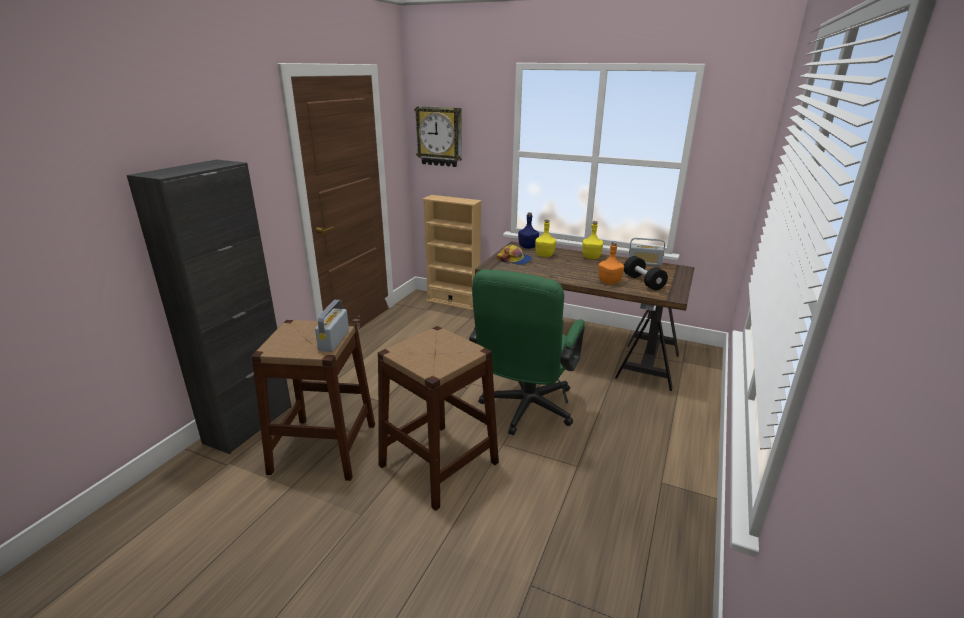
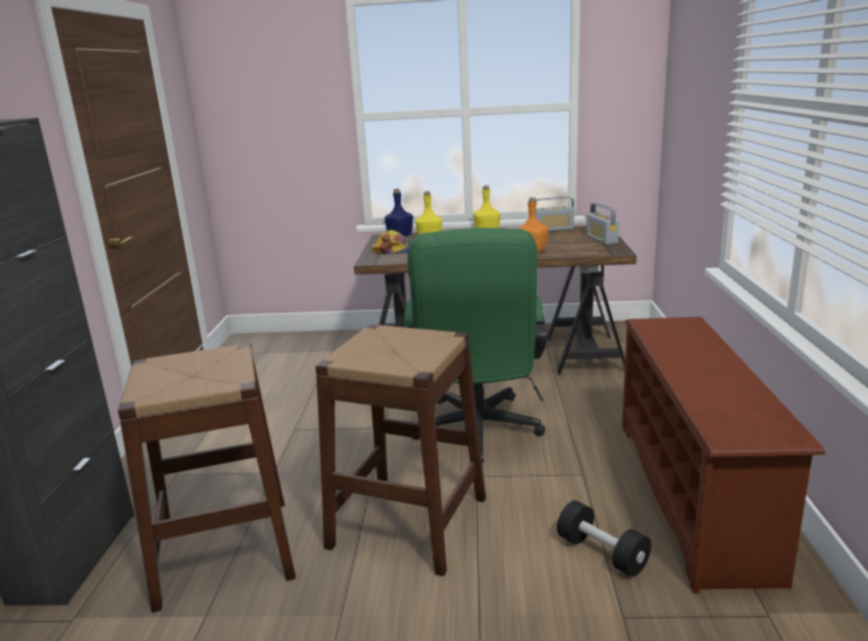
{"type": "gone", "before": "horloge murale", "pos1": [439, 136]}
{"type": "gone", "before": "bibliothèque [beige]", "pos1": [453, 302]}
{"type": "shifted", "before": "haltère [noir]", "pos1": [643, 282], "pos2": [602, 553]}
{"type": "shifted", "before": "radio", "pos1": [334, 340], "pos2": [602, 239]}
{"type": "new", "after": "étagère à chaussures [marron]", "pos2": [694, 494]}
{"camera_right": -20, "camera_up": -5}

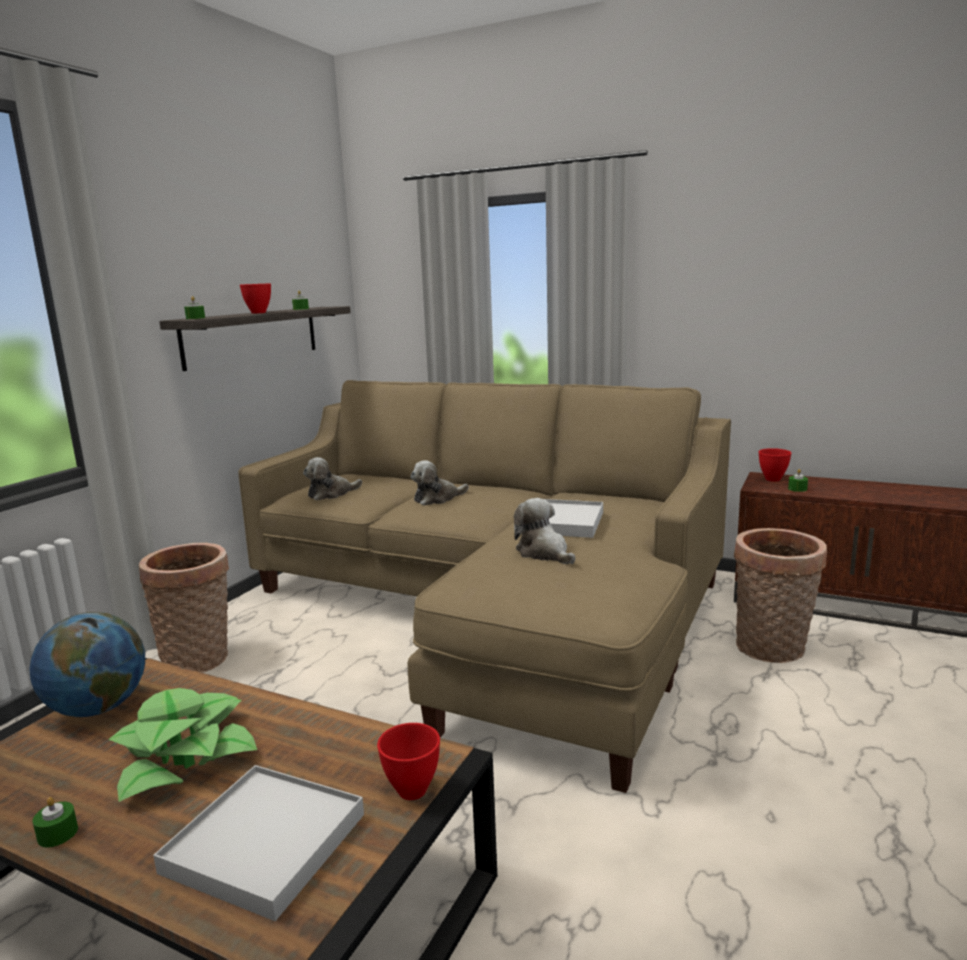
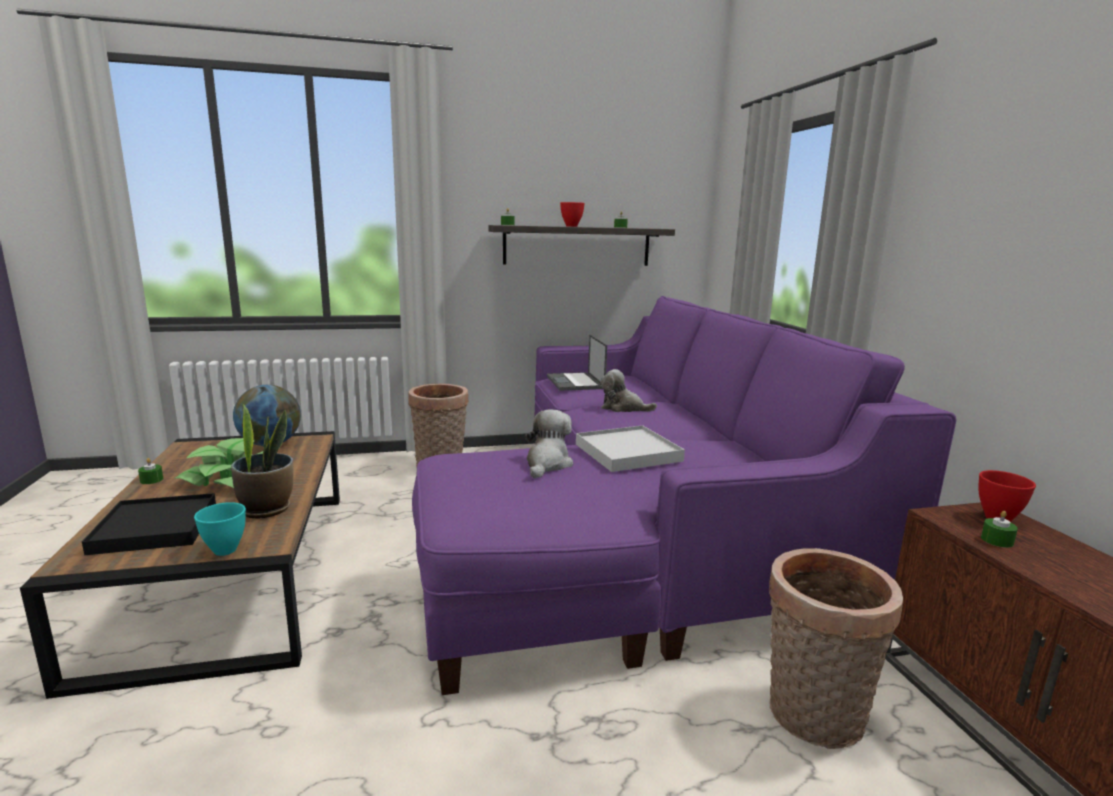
{"type": "repainted", "before": "canapé [beige]", "after": "canapé [violet]", "pos1": [494, 609], "pos2": [642, 529]}
{"type": "swapped", "before": "peluche", "after": "ordinateur portable", "pos1": [331, 494], "pos2": [575, 382]}
{"type": "repainted", "before": "bol [rouge]", "after": "bol [turquoise]", "pos1": [410, 790], "pos2": [225, 550]}
{"type": "repainted", "before": "plateau [blanc]", "after": "plateau [noir]", "pos1": [265, 843], "pos2": [155, 528]}
{"type": "new", "after": "plante en pot", "pos2": [266, 509]}
{"camera_right": 50, "camera_up": 0}

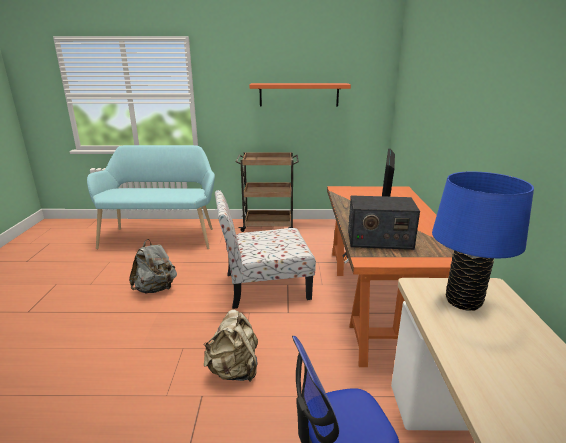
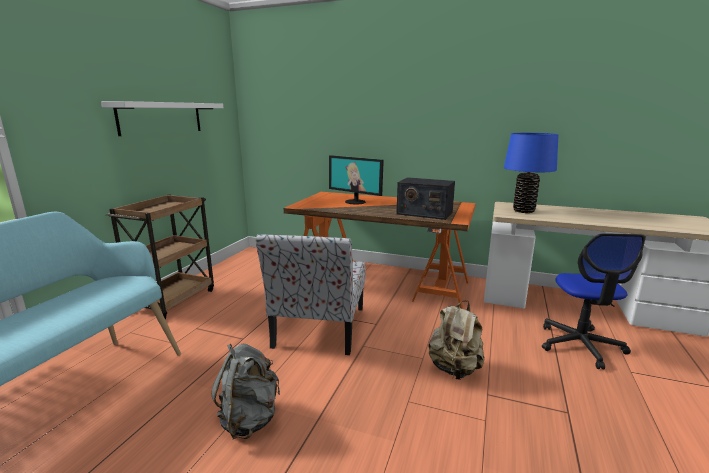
{"type": "repainted", "before": "étagère [orange]", "after": "étagère [blanc]", "pos1": [299, 95], "pos2": [161, 118]}
{"type": "rotated", "before": "radio", "pos1": [379, 239], "pos2": [424, 213], "turn": 90}
{"camera_right": -70, "camera_up": -5}

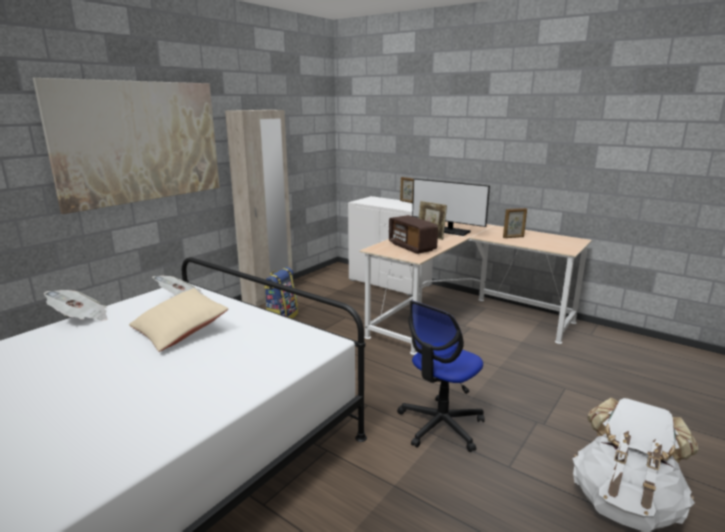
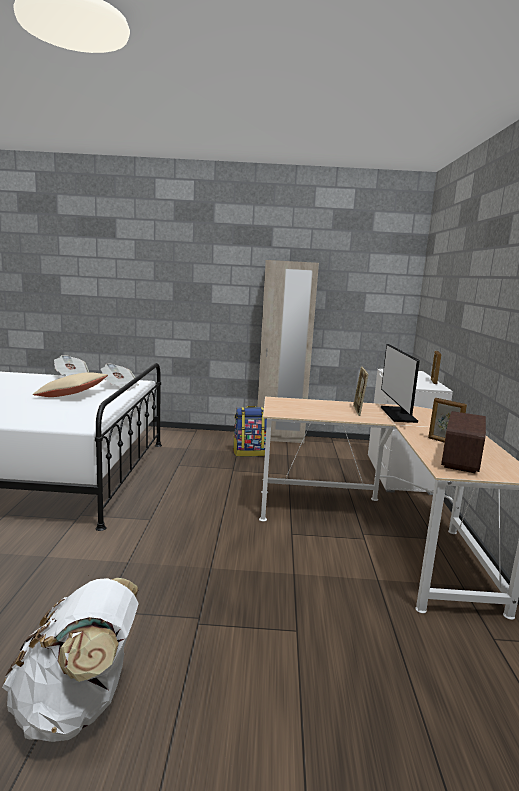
{"type": "gone", "before": "tableau", "pos1": [141, 142]}
{"type": "shifted", "before": "radio", "pos1": [412, 247], "pos2": [461, 460]}
{"type": "gone", "before": "chaise de bureau", "pos1": [440, 425]}
{"camera_right": 55, "camera_up": -5}

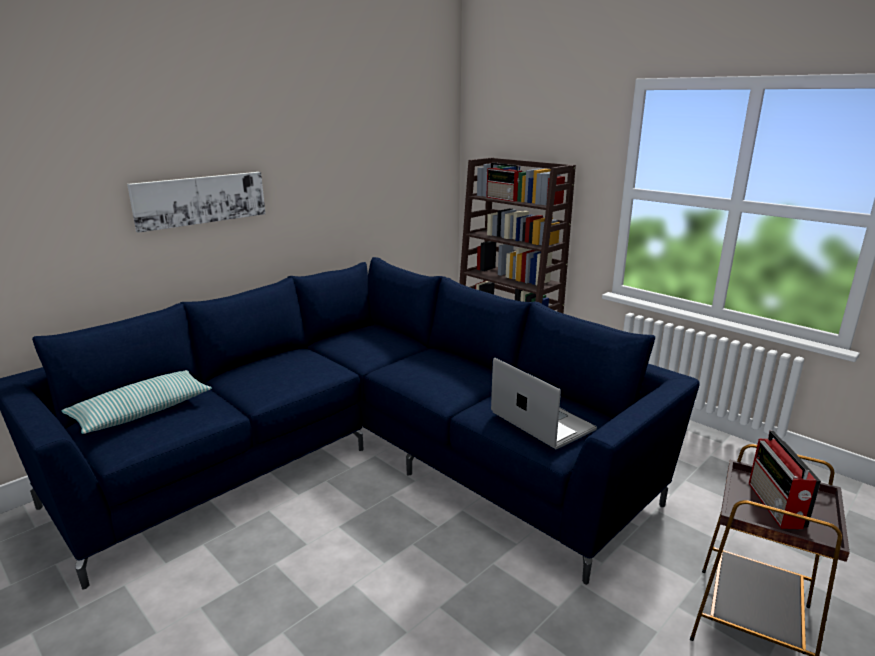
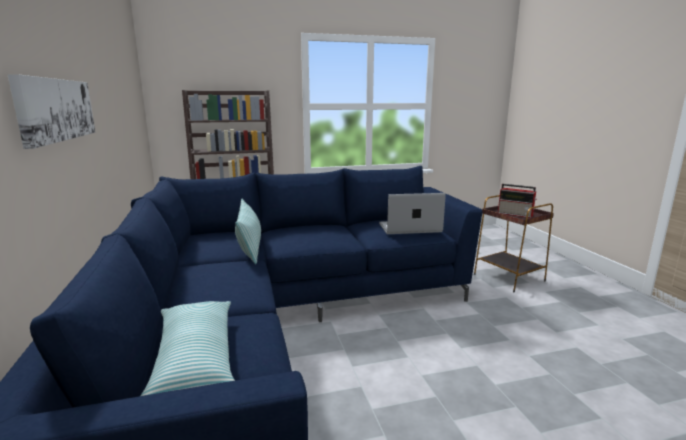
{"type": "gone", "before": "radio", "pos1": [504, 198]}
{"type": "new", "after": "coussin", "pos2": [250, 248]}
{"camera_right": -60, "camera_up": -5}

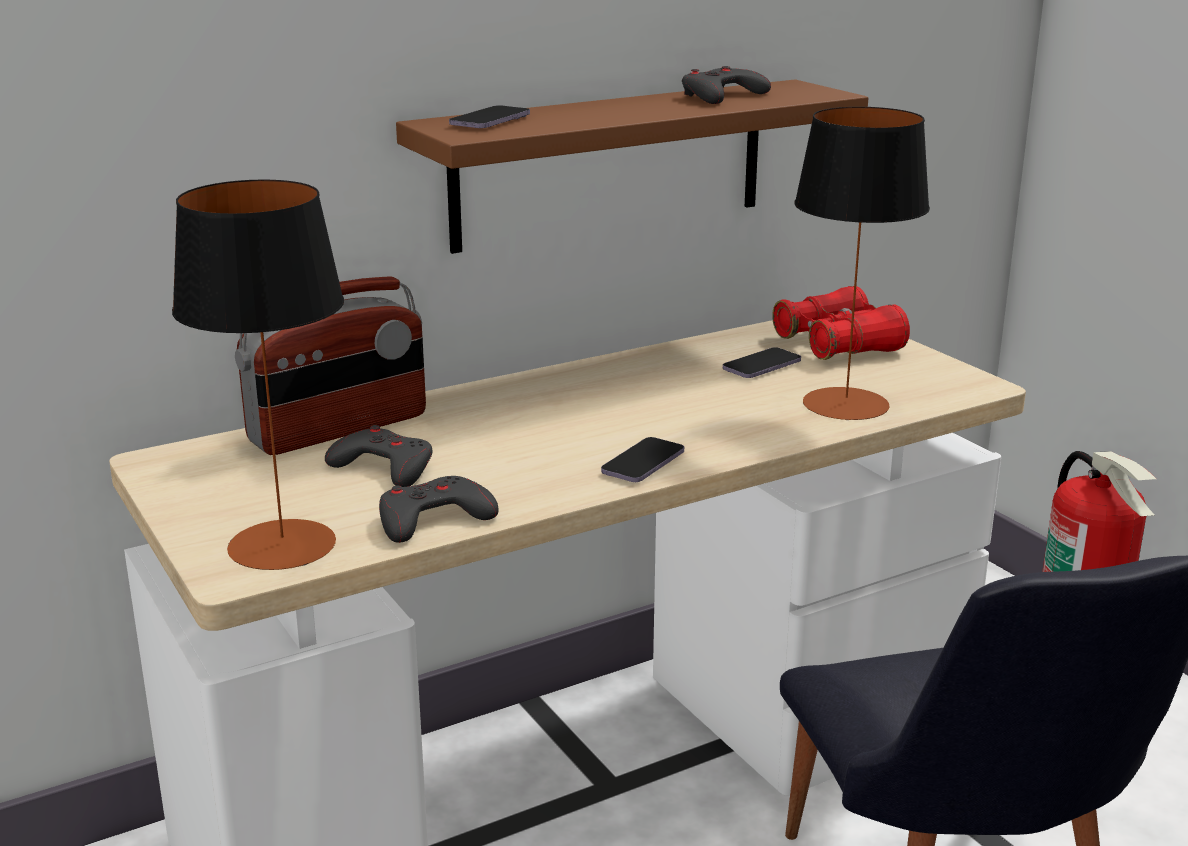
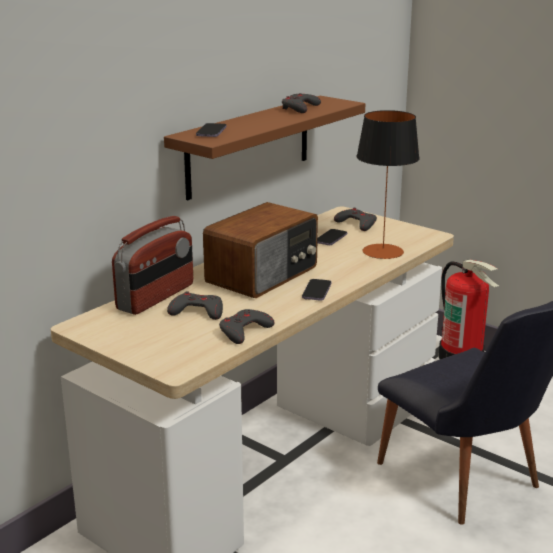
{"type": "gone", "before": "lampe de table", "pos1": [283, 545]}
{"type": "swapped", "before": "jumelles [rouge]", "after": "manette [gris]", "pos1": [838, 344], "pos2": [356, 224]}
{"type": "new", "after": "radio", "pos2": [264, 275]}
{"camera_right": -20, "camera_up": 0}

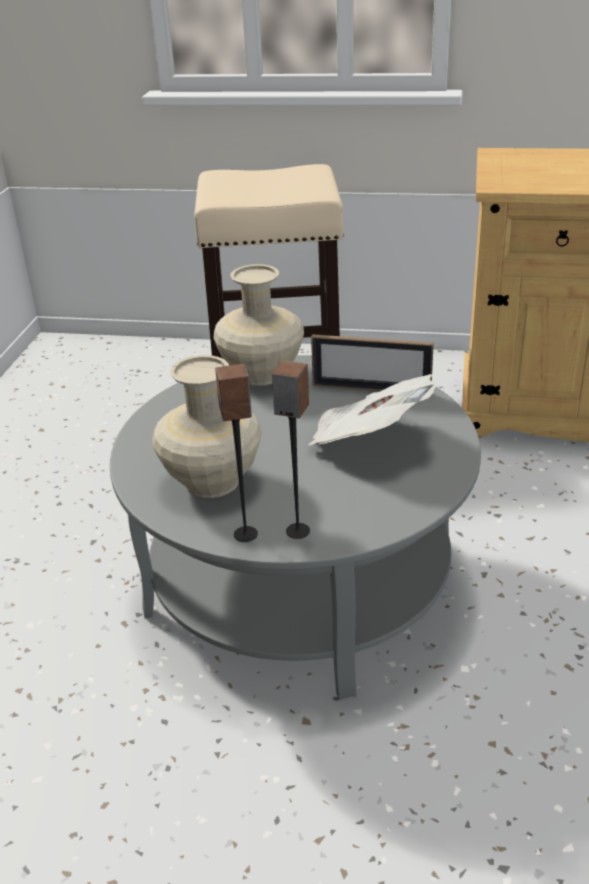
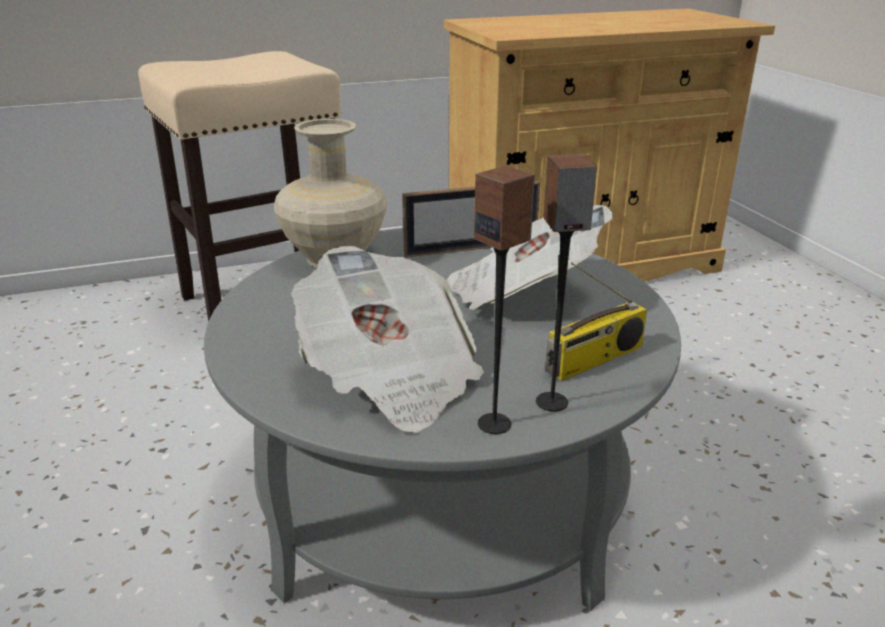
{"type": "swapped", "before": "vase [beige]", "after": "journal", "pos1": [212, 482], "pos2": [390, 377]}
{"type": "new", "after": "radio", "pos2": [594, 360]}
{"camera_right": -30, "camera_up": -5}

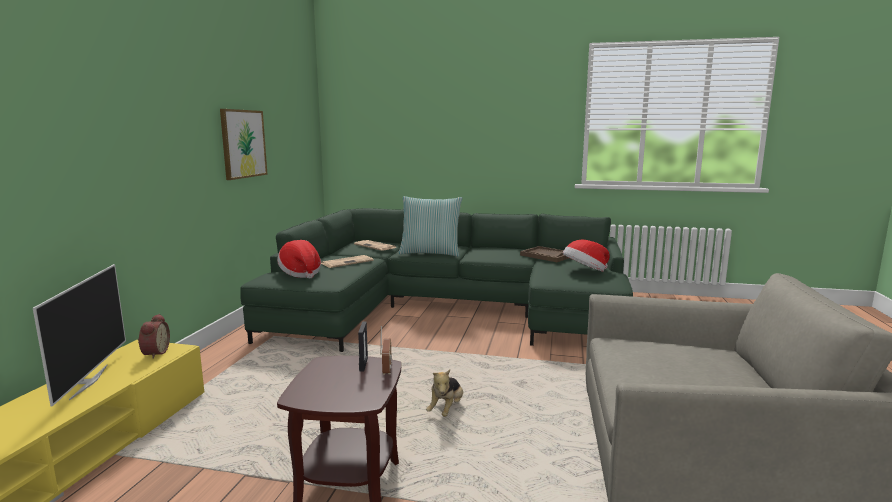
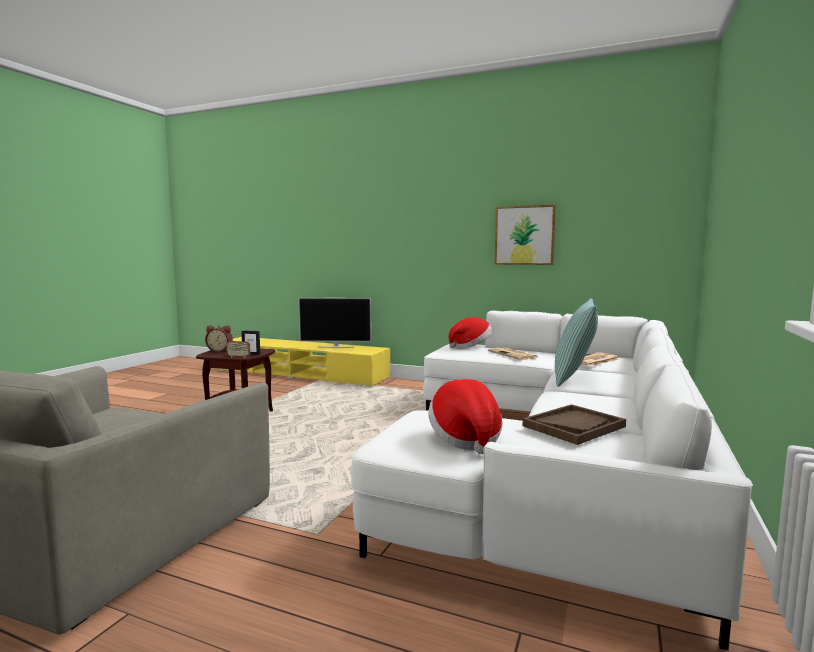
{"type": "repainted", "before": "canapé [vert]", "after": "canapé [blanc]", "pos1": [445, 309], "pos2": [557, 457]}
{"type": "shifted", "before": "réveil", "pos1": [154, 353], "pos2": [220, 350]}
{"type": "gone", "before": "peluche", "pos1": [446, 409]}
{"camera_right": 100, "camera_up": -5}

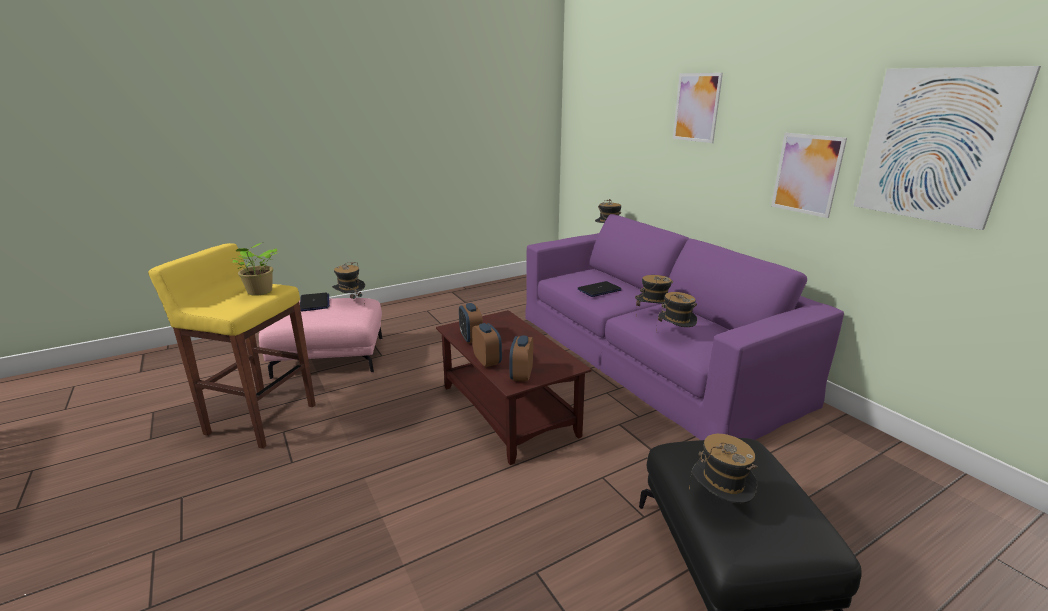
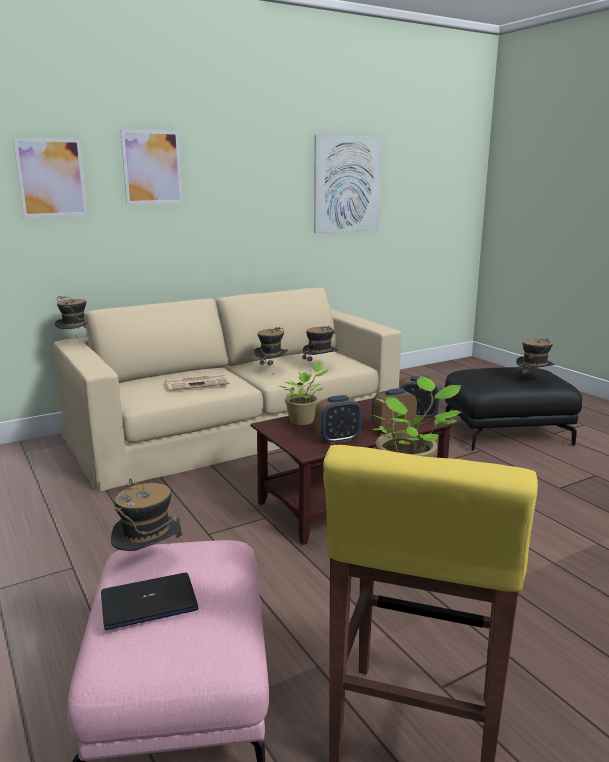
{"type": "shifted", "before": "tableau", "pos1": [807, 174], "pos2": [51, 178]}
{"type": "repainted", "before": "canapé [violet]", "after": "canapé [beige]", "pos1": [650, 354], "pos2": [236, 427]}
{"type": "swapped", "before": "ordinateur portable", "after": "journal", "pos1": [599, 290], "pos2": [197, 383]}
{"type": "new", "after": "plante en pot", "pos2": [303, 421]}
{"camera_right": -90, "camera_up": -5}

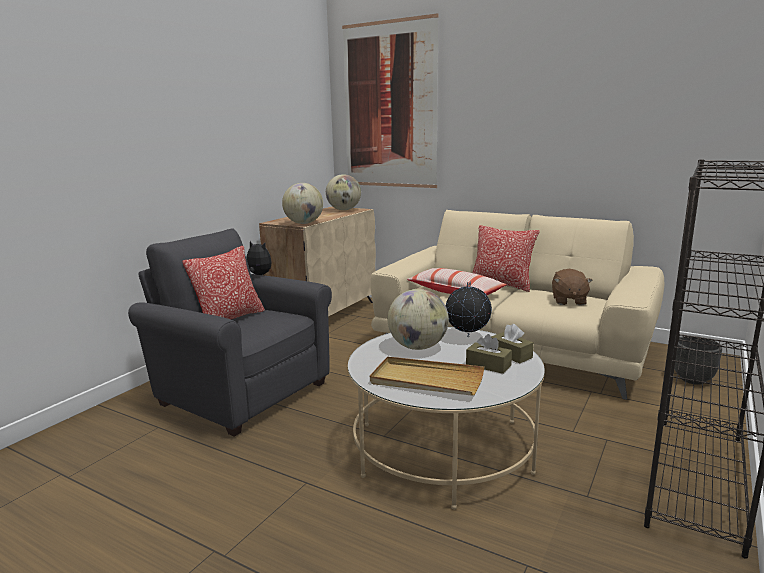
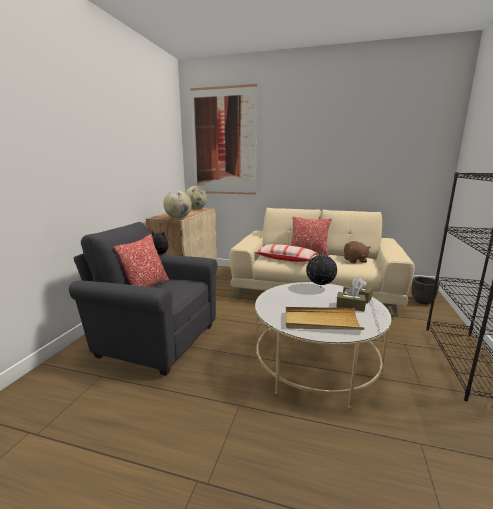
{"type": "gone", "before": "globe", "pos1": [418, 347]}
{"camera_right": -15, "camera_up": 0}

